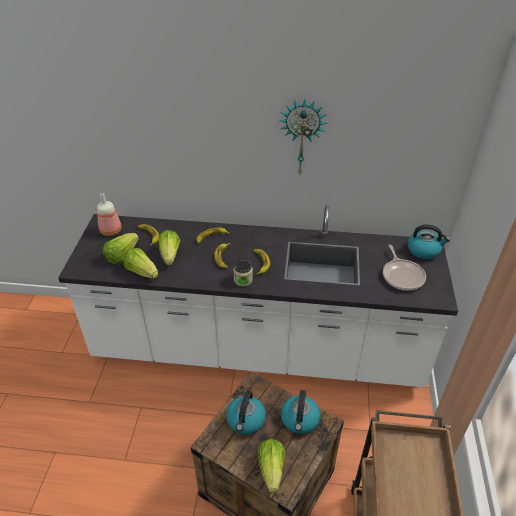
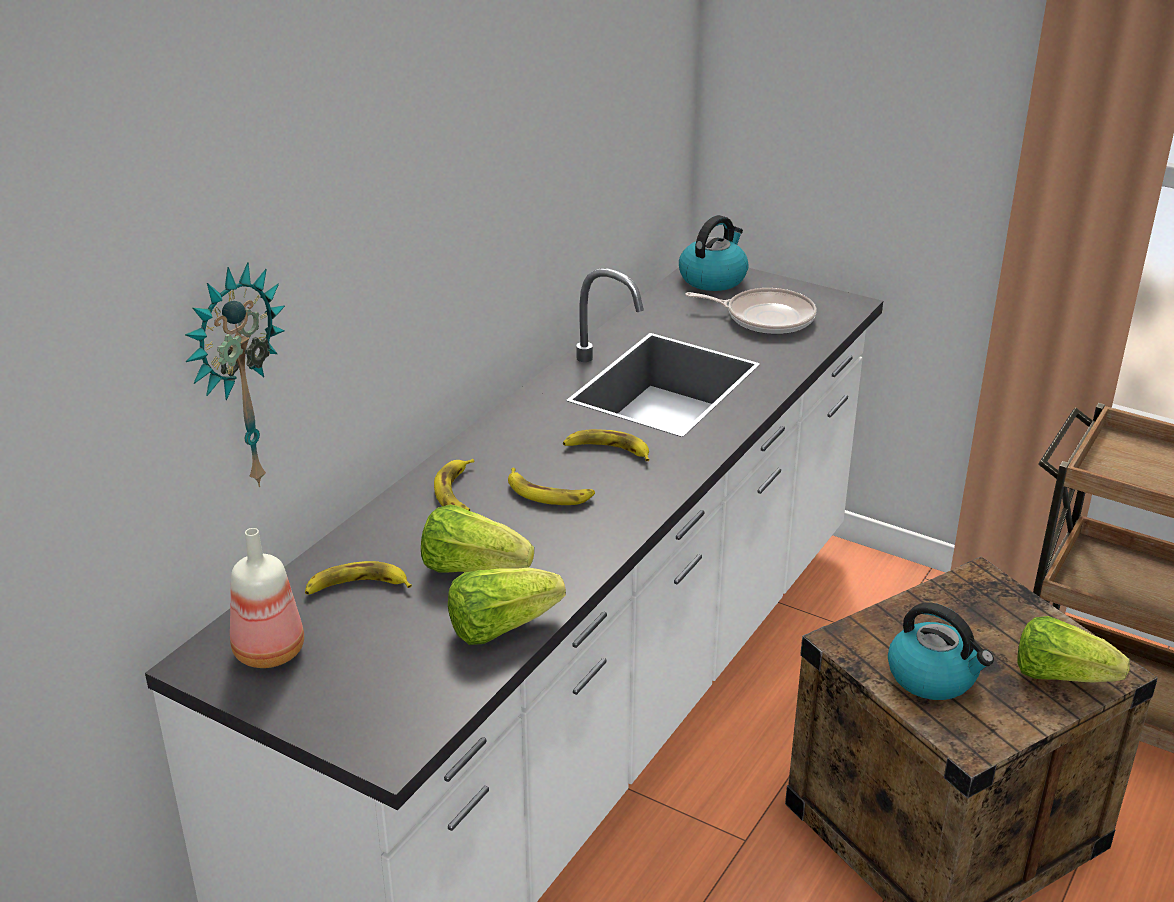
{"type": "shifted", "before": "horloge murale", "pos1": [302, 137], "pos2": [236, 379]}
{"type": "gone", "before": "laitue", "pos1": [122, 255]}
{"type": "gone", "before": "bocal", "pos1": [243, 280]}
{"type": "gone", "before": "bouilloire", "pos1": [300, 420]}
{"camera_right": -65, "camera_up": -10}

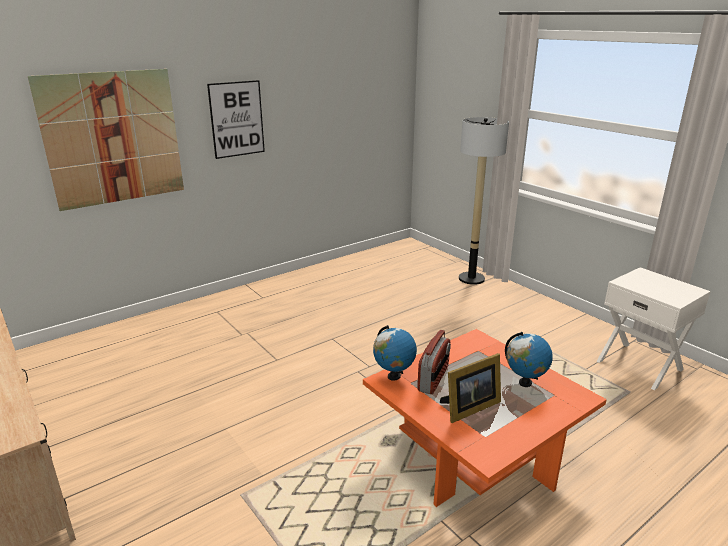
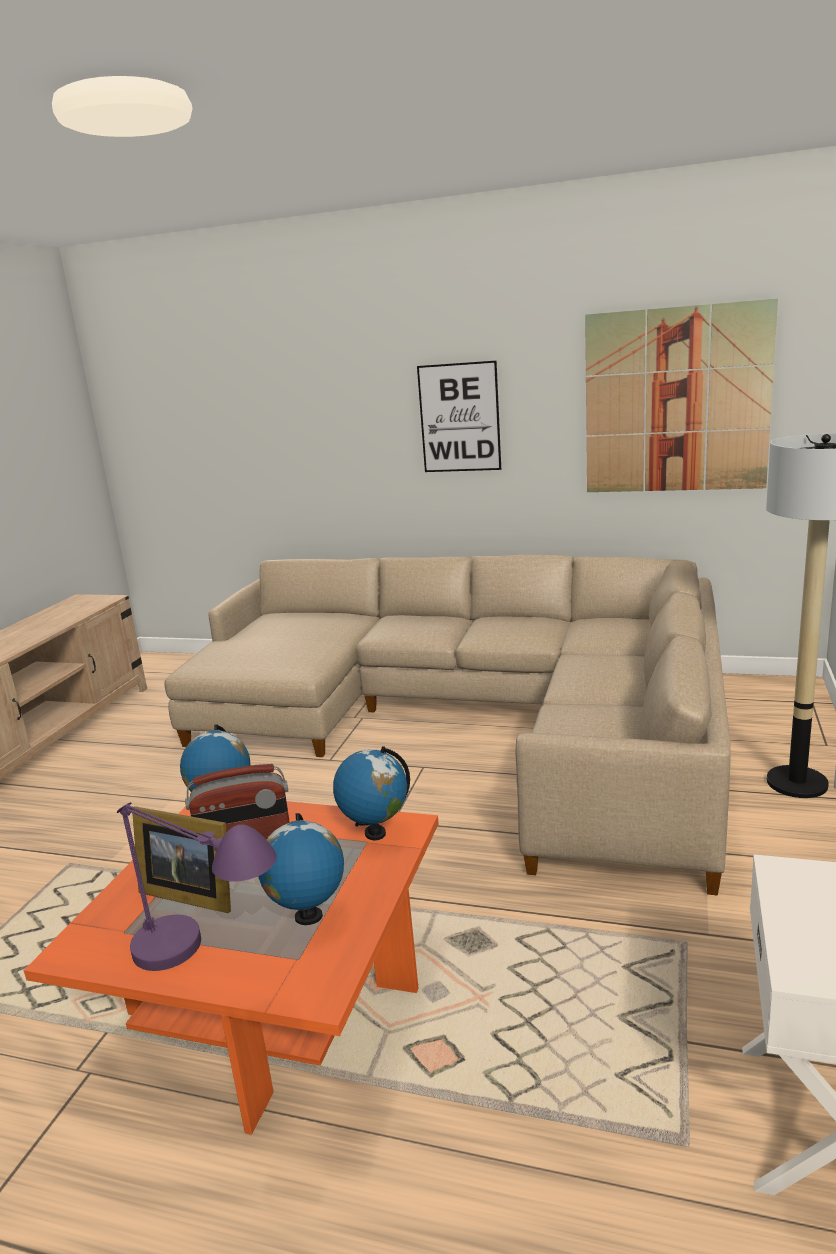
{"type": "shifted", "before": "tableau", "pos1": [113, 138], "pos2": [676, 401]}
{"type": "new", "after": "canapé [beige]", "pos2": [473, 721]}
{"type": "new", "after": "globe", "pos2": [375, 833]}
{"type": "new", "after": "lampe de table [violet]", "pos2": [207, 968]}
{"camera_right": 55, "camera_up": -5}

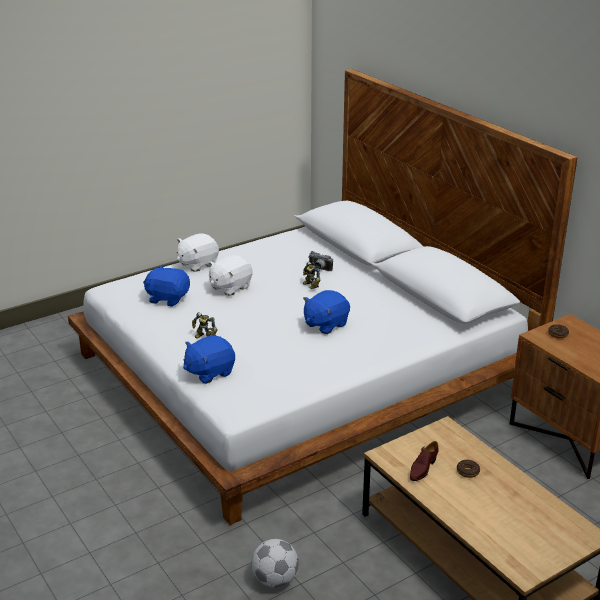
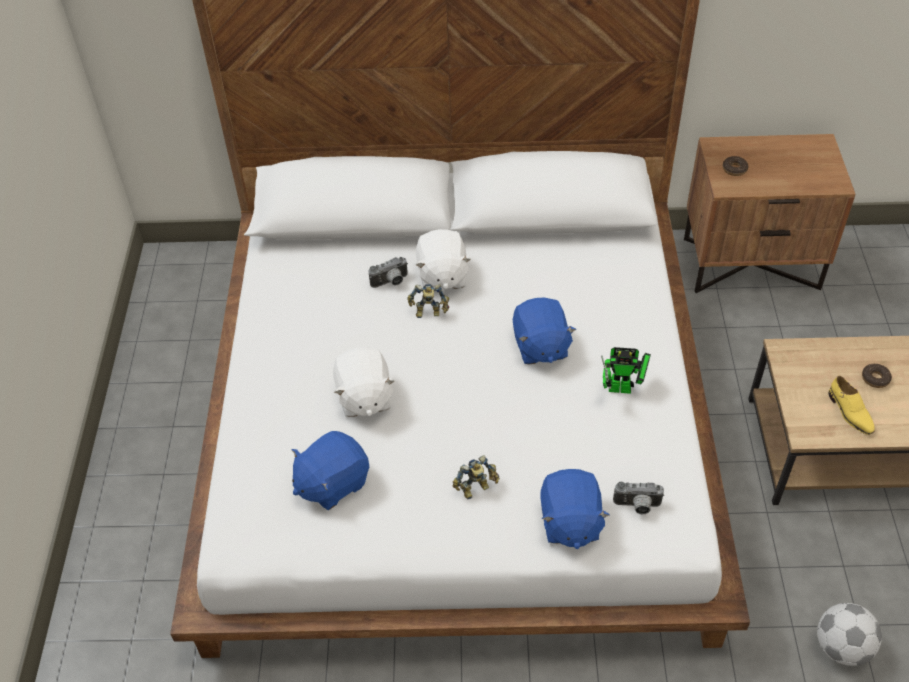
{"type": "shifted", "before": "peluche [blanc]", "pos1": [197, 264], "pos2": [442, 276]}
{"type": "repainted", "before": "chaussure [marron]", "after": "chaussure [jaune]", "pos1": [422, 468], "pos2": [849, 412]}
{"type": "new", "after": "robot jouet", "pos2": [624, 388]}
{"type": "new", "after": "appareil photo", "pos2": [637, 506]}
{"camera_right": -55, "camera_up": 20}

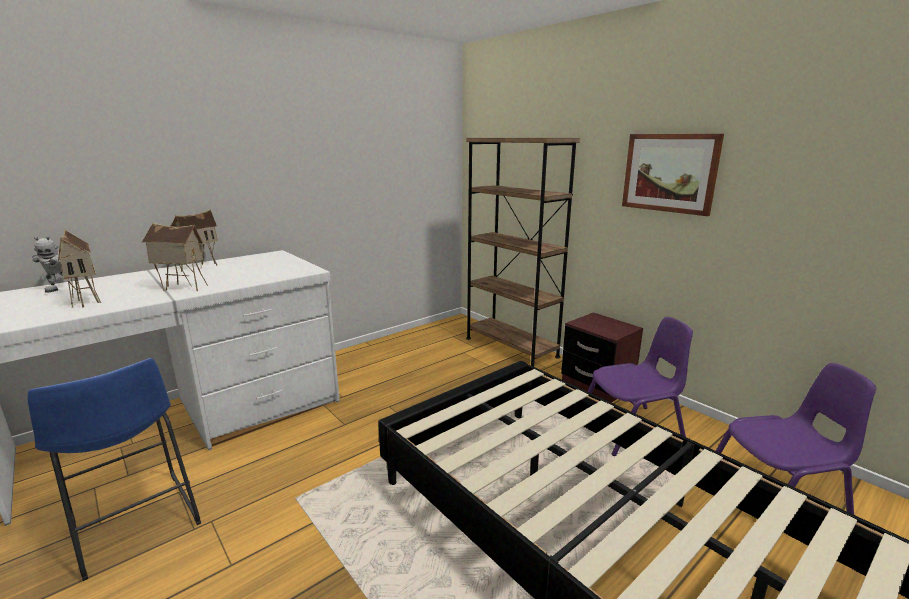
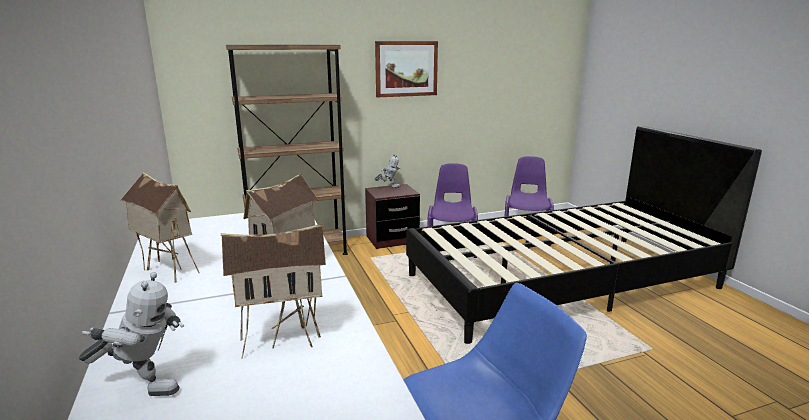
{"type": "new", "after": "robot jouet", "pos2": [389, 188]}
{"camera_right": -70, "camera_up": 0}

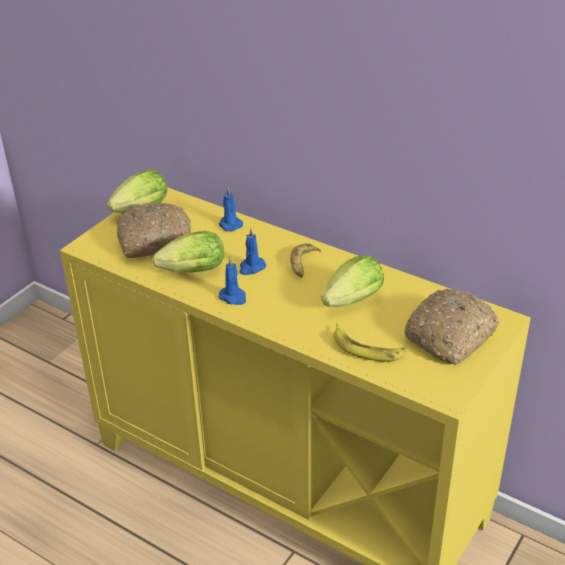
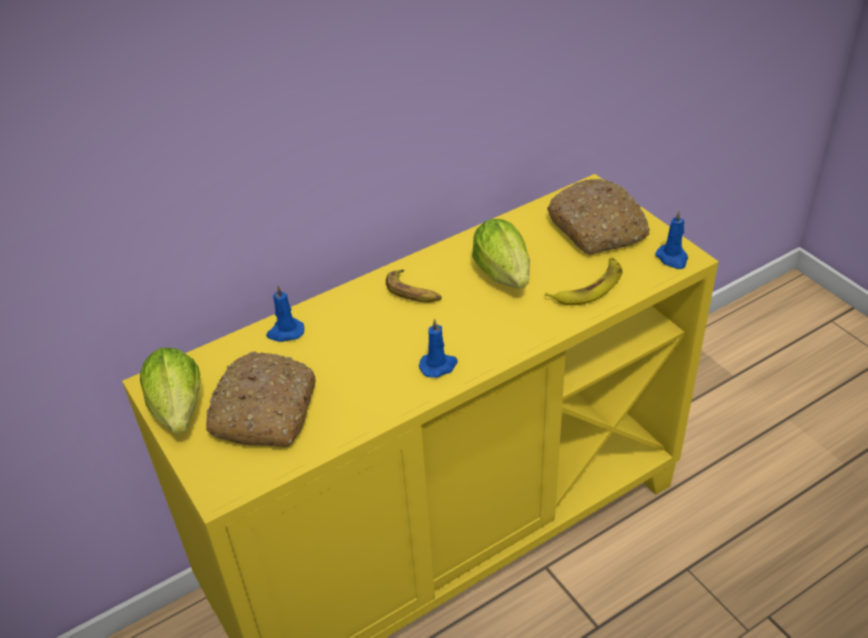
{"type": "shifted", "before": "bougie [bleu]", "pos1": [251, 267], "pos2": [672, 258]}
{"type": "gone", "before": "laitue", "pos1": [189, 272]}
{"camera_right": -65, "camera_up": 5}

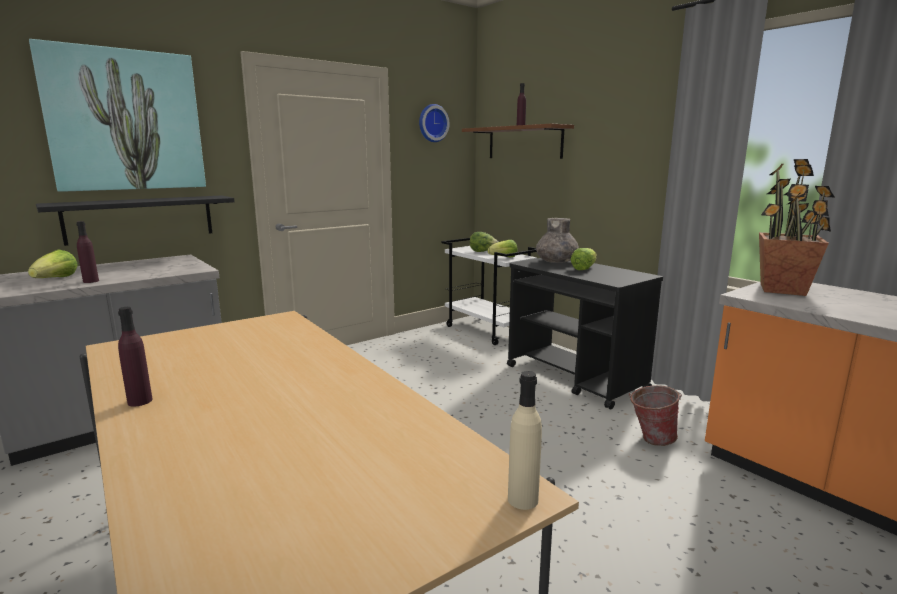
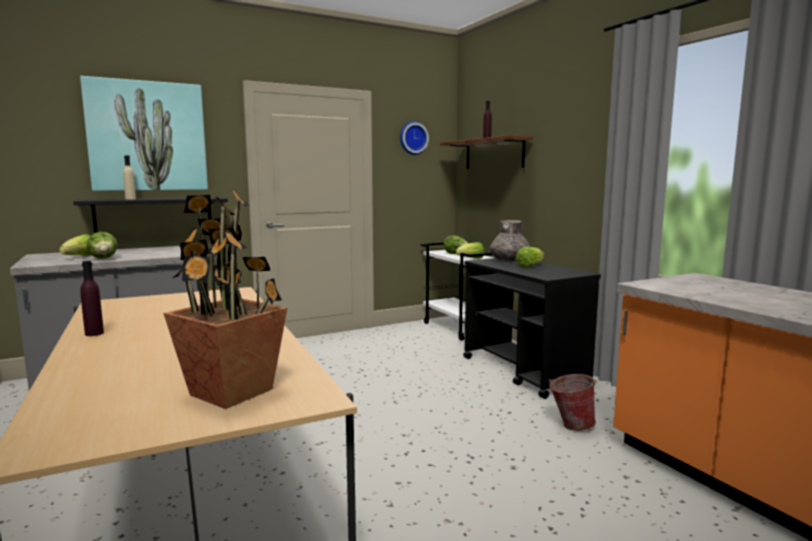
{"type": "shifted", "before": "plante en pot", "pos1": [783, 290], "pos2": [230, 392]}
{"type": "swapped", "before": "bouteille [violet]", "after": "laitue", "pos1": [91, 281], "pos2": [104, 259]}
{"type": "shifted", "before": "bouteille [beige]", "pos1": [523, 499], "pos2": [130, 199]}
{"camera_right": 10, "camera_up": -5}

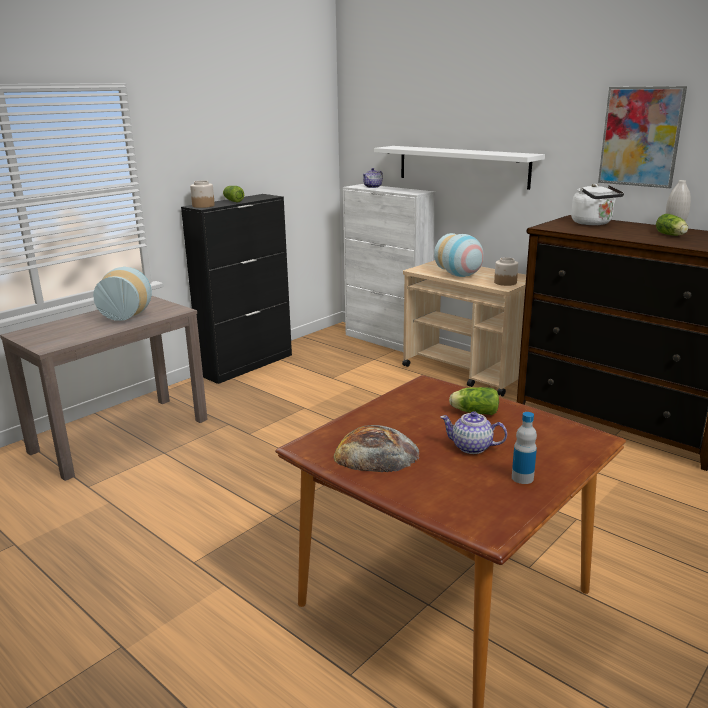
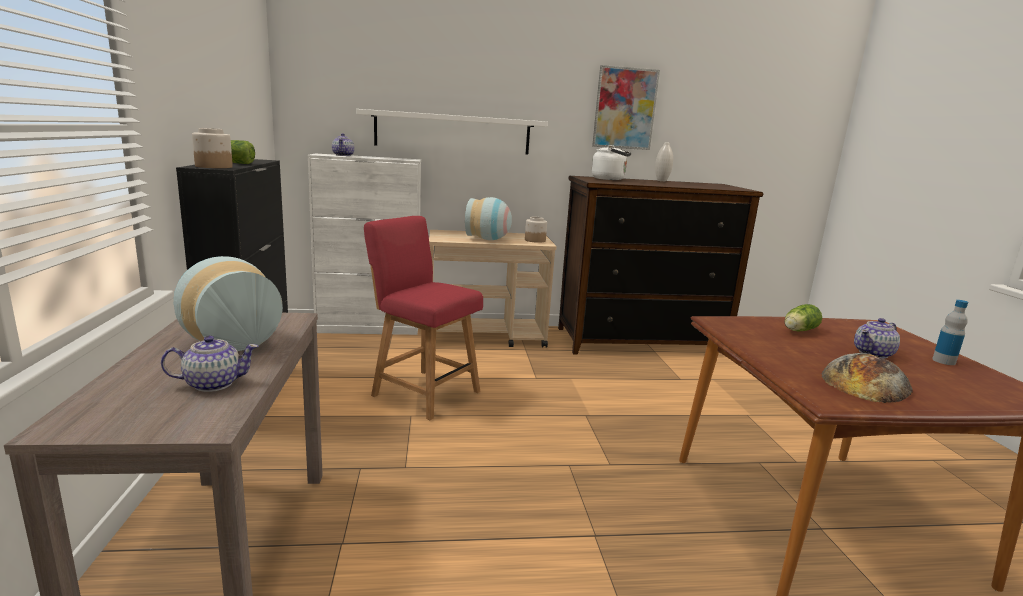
{"type": "gone", "before": "laitue", "pos1": [671, 235]}
{"type": "new", "after": "chaise [rouge]", "pos2": [422, 392]}
{"type": "new", "after": "théière", "pos2": [213, 384]}
{"camera_right": -50, "camera_up": -5}

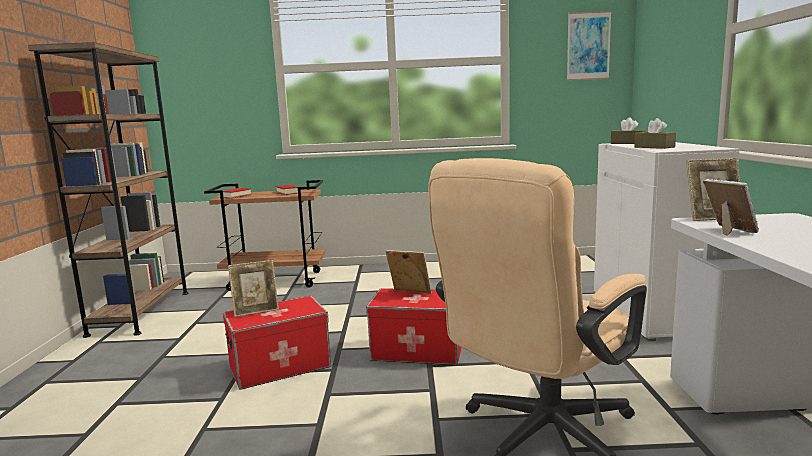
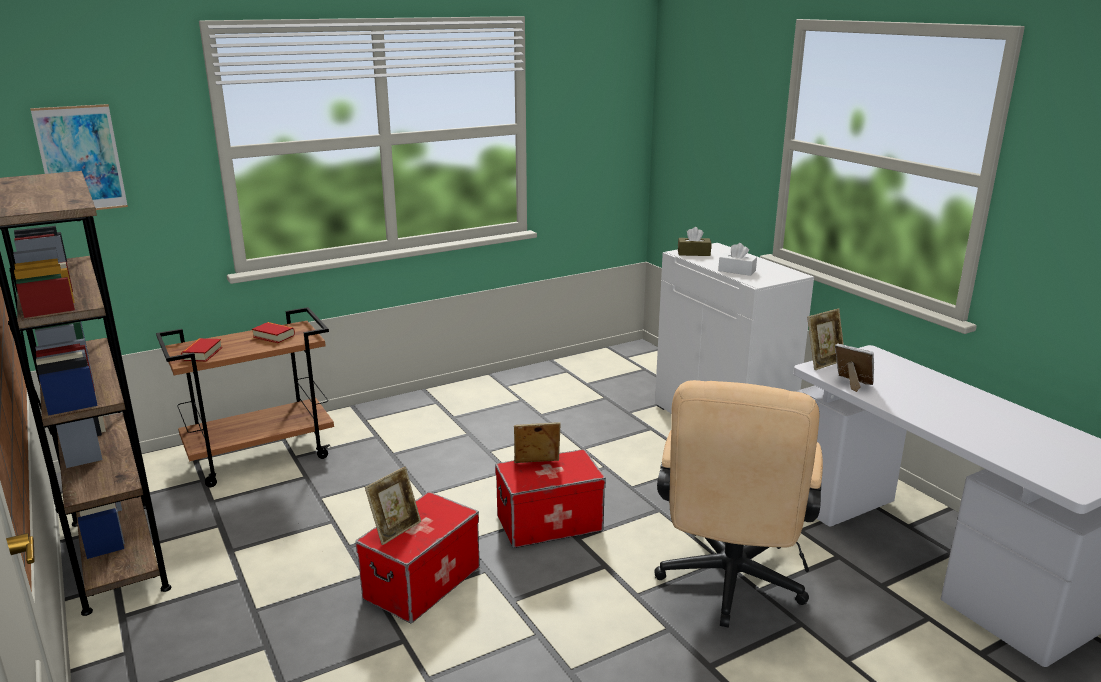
{"type": "shifted", "before": "tableau", "pos1": [588, 46], "pos2": [80, 159]}
{"type": "repainted", "before": "boîte à mouchoirs [marron]", "after": "boîte à mouchoirs [blanc]", "pos1": [654, 147], "pos2": [737, 271]}
{"camera_right": -30, "camera_up": 10}

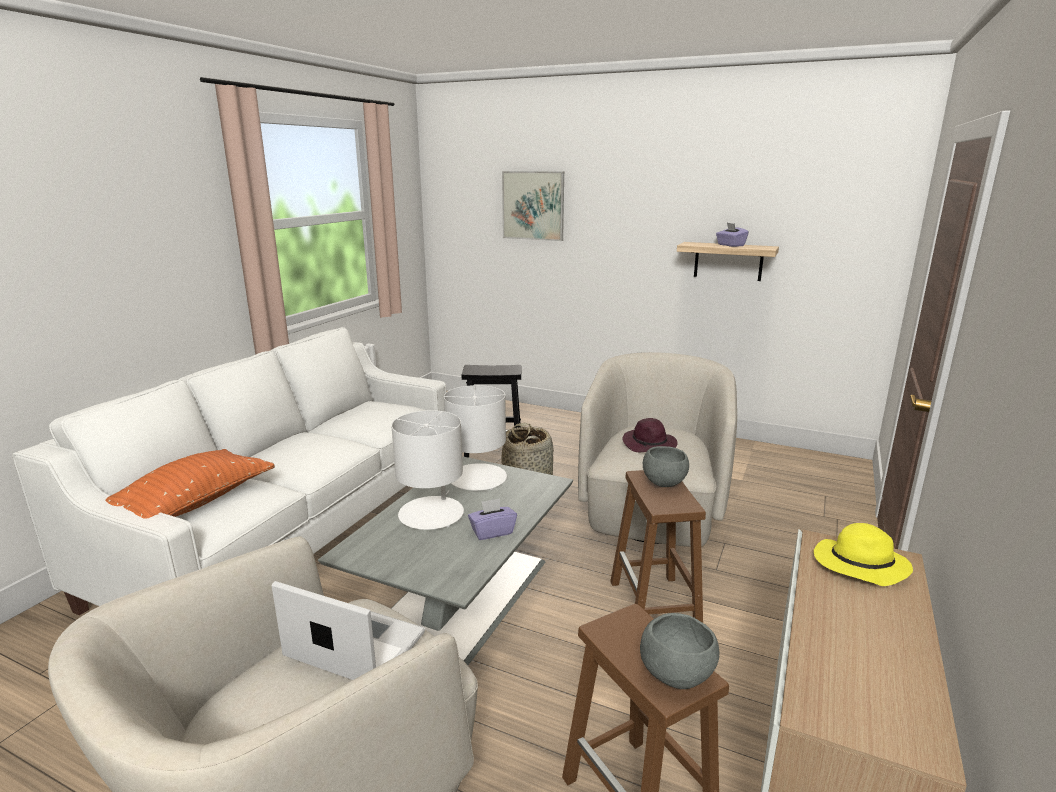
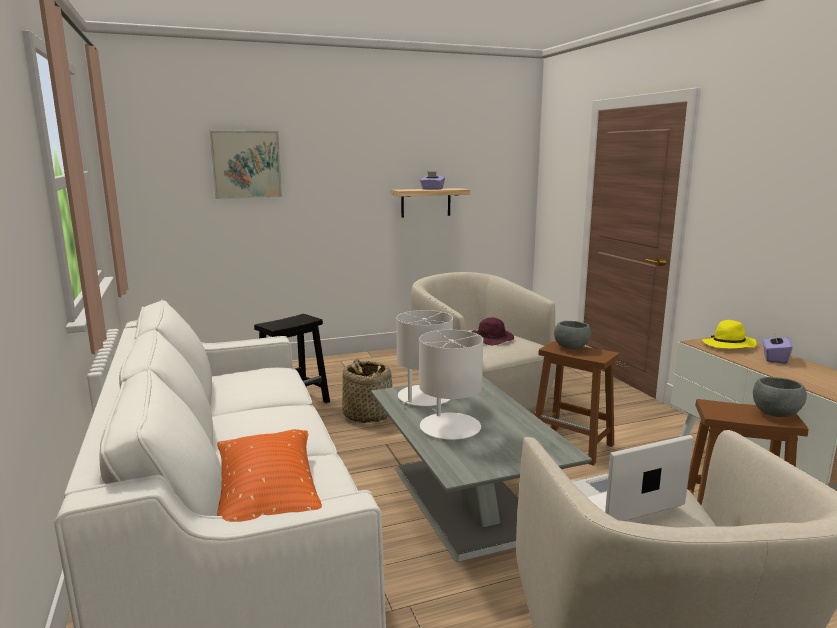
{"type": "shifted", "before": "boîte à mouchoirs [violet]", "pos1": [492, 532], "pos2": [774, 358]}
{"camera_right": -45, "camera_up": -5}

